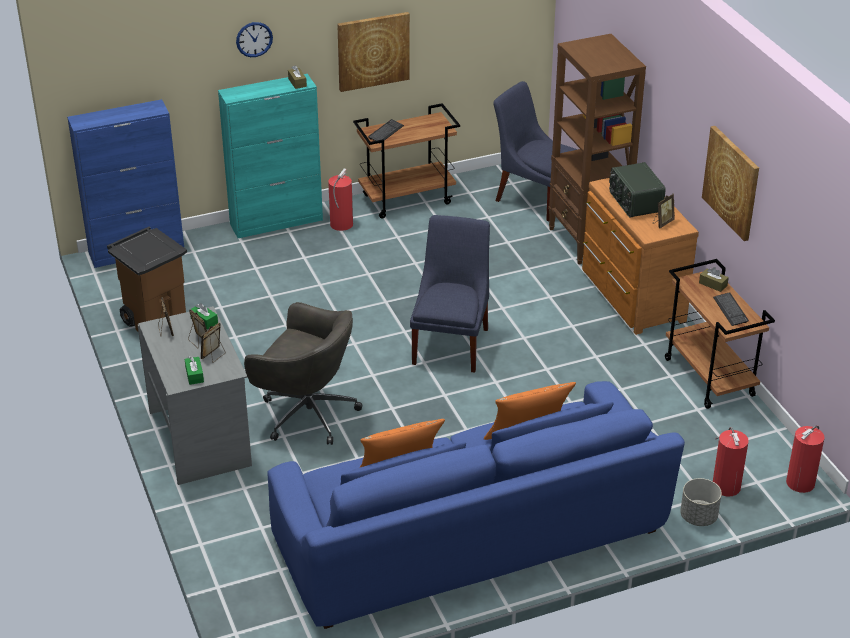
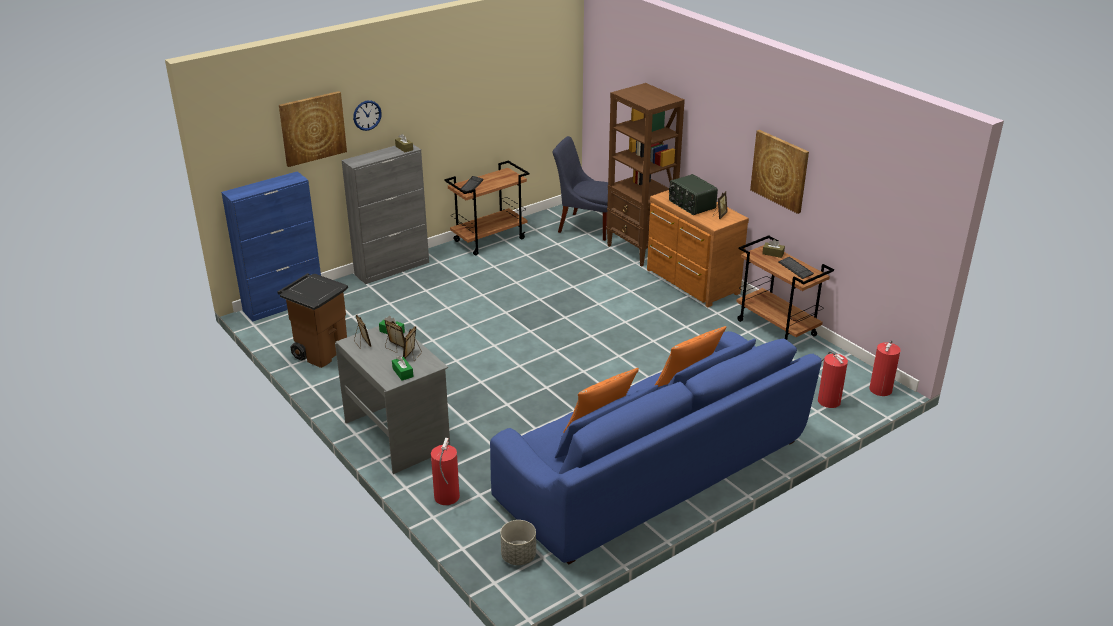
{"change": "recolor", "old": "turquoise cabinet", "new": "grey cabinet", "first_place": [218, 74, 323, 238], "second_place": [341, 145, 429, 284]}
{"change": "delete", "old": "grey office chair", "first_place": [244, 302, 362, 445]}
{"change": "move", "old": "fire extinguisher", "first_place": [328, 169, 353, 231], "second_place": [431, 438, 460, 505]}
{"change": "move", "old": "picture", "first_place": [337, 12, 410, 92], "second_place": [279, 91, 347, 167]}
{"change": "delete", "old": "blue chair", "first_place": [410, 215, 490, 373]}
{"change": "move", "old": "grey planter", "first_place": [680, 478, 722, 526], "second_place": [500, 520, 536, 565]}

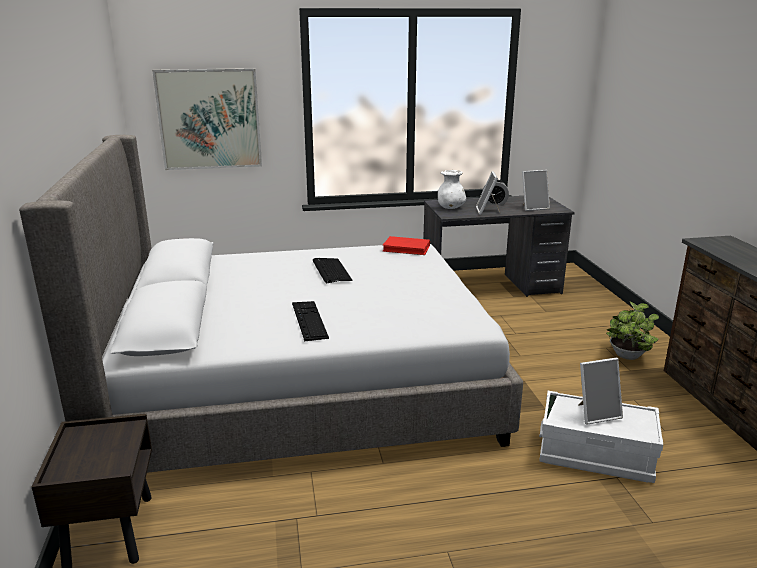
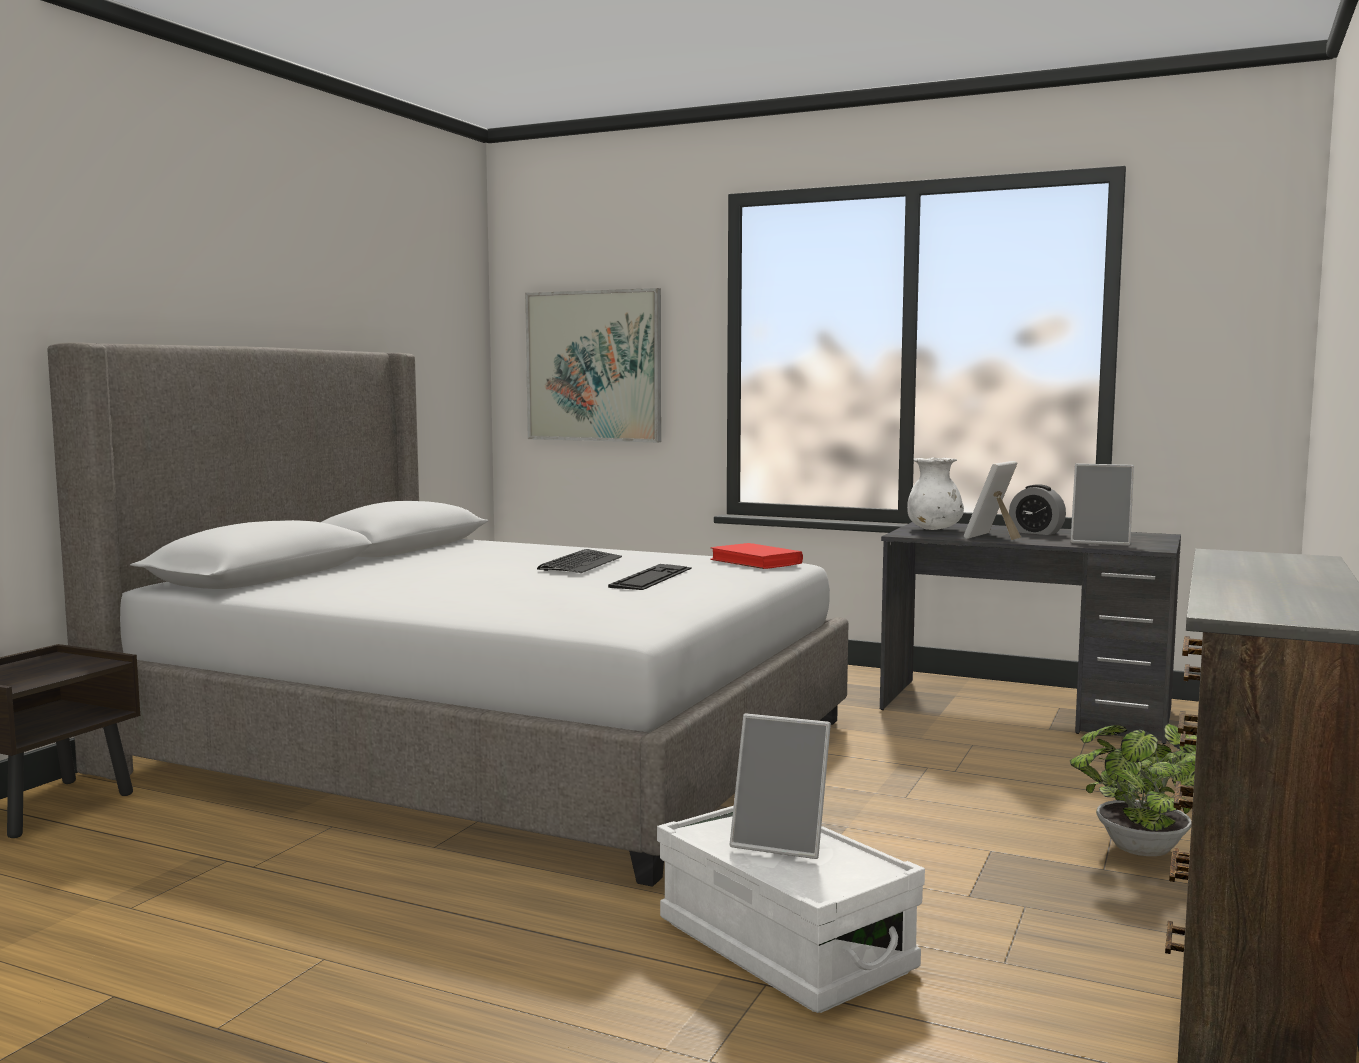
{"change": "move", "old": "keyboard", "first_place": [292, 301, 329, 341], "second_place": [608, 564, 692, 590]}

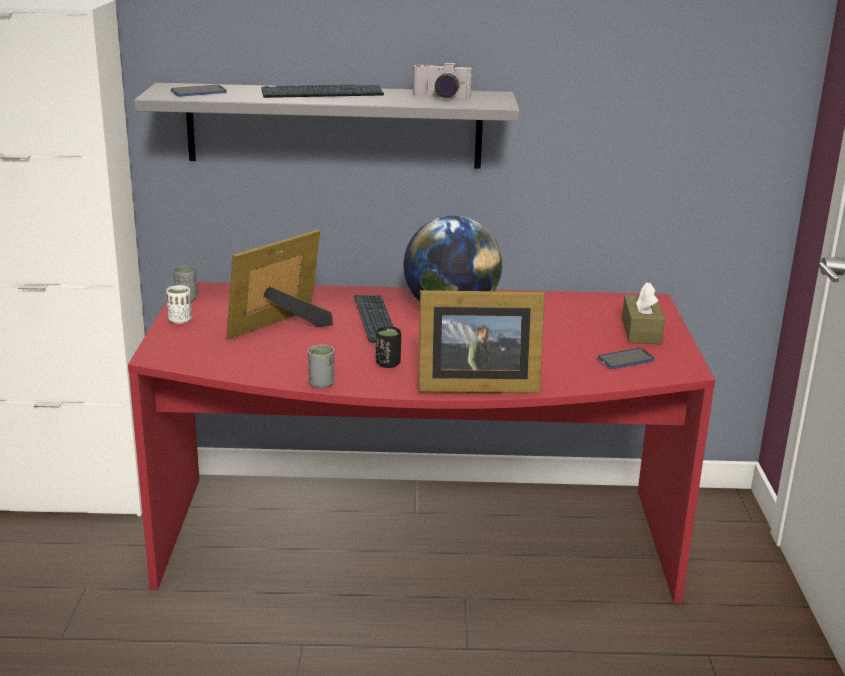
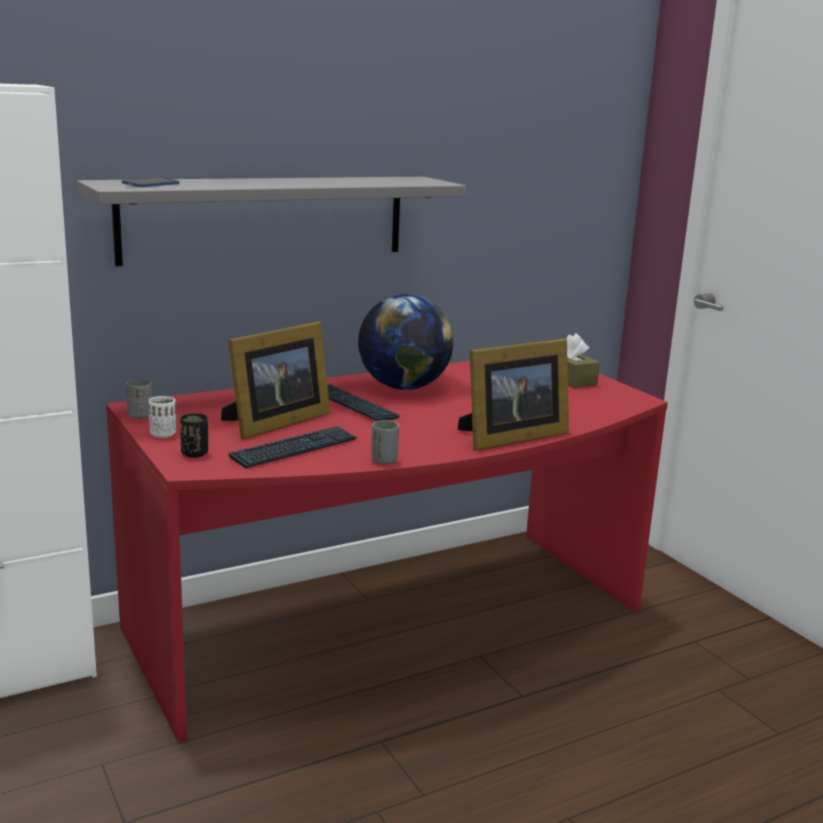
{"change": "rotate", "old": "picture frame", "first_place": [226, 230, 333, 340], "second_place": [221, 322, 330, 439], "degrees": -150}
{"change": "move", "old": "keyboard", "first_place": [261, 84, 384, 98], "second_place": [228, 426, 357, 468]}
{"change": "move", "old": "black cup", "first_place": [376, 326, 401, 368], "second_place": [180, 413, 208, 458]}
{"change": "delete", "old": "photo camera", "first_place": [413, 62, 473, 98]}
{"change": "delete", "old": "phone", "first_place": [598, 348, 654, 369]}

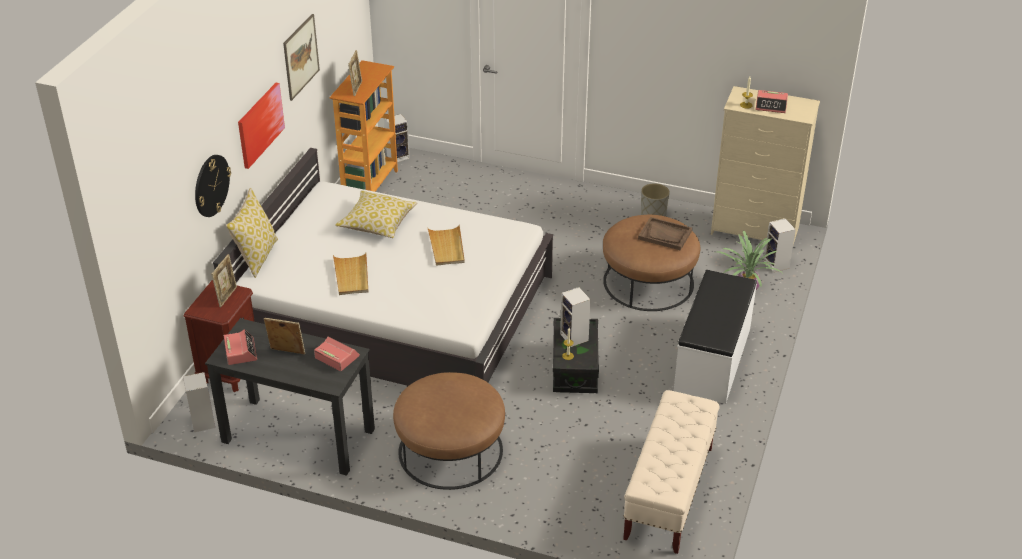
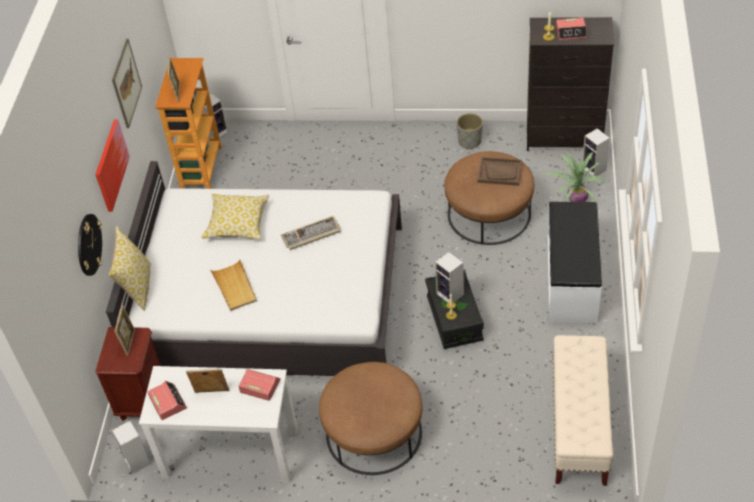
{"change": "recolor", "old": "black desk", "new": "white desk", "first_place": [205, 318, 375, 476], "second_place": [139, 366, 298, 483]}
{"change": "replace", "old": "beige tray", "new": "keyboard", "first_place": [427, 224, 465, 266], "second_place": [281, 216, 340, 250]}
{"change": "recolor", "old": "beige dresser", "new": "black dresser", "first_place": [711, 86, 820, 245], "second_place": [527, 17, 614, 151]}

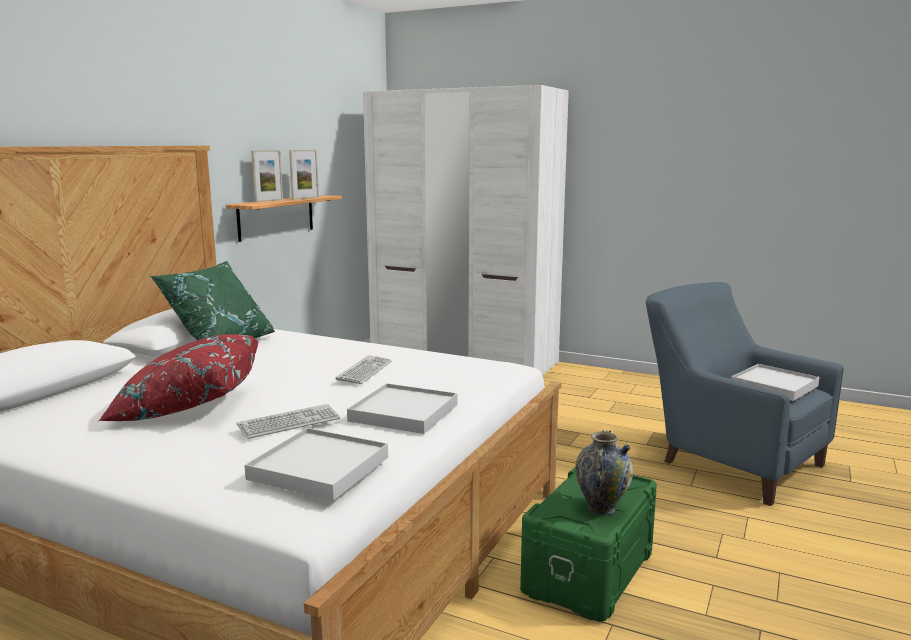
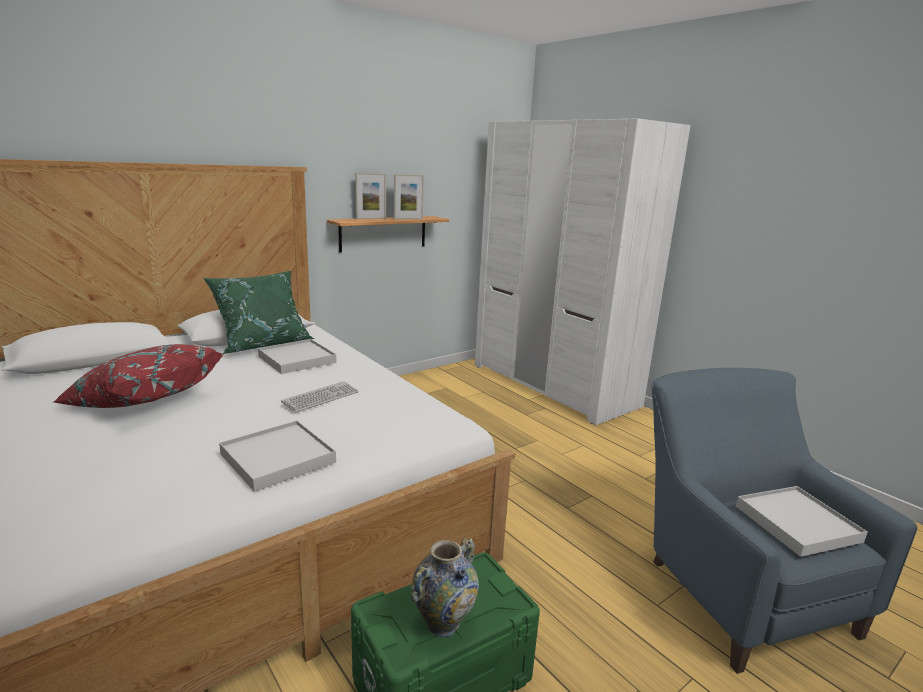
{"change": "delete", "old": "keyboard", "first_place": [237, 404, 340, 439]}
{"change": "move", "old": "white tray", "first_place": [244, 428, 388, 501], "second_place": [258, 339, 336, 374]}

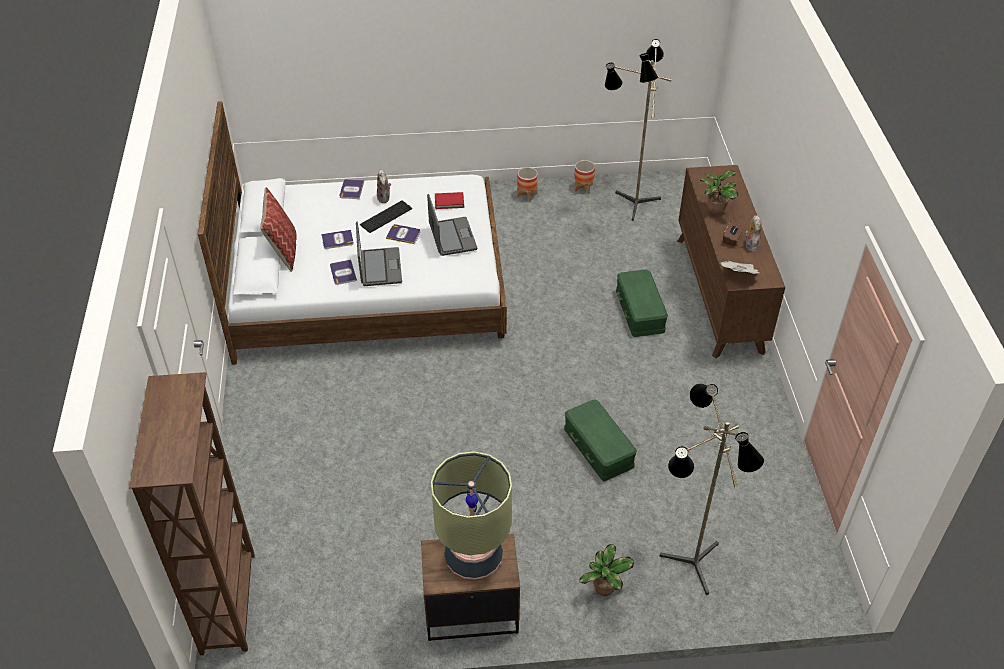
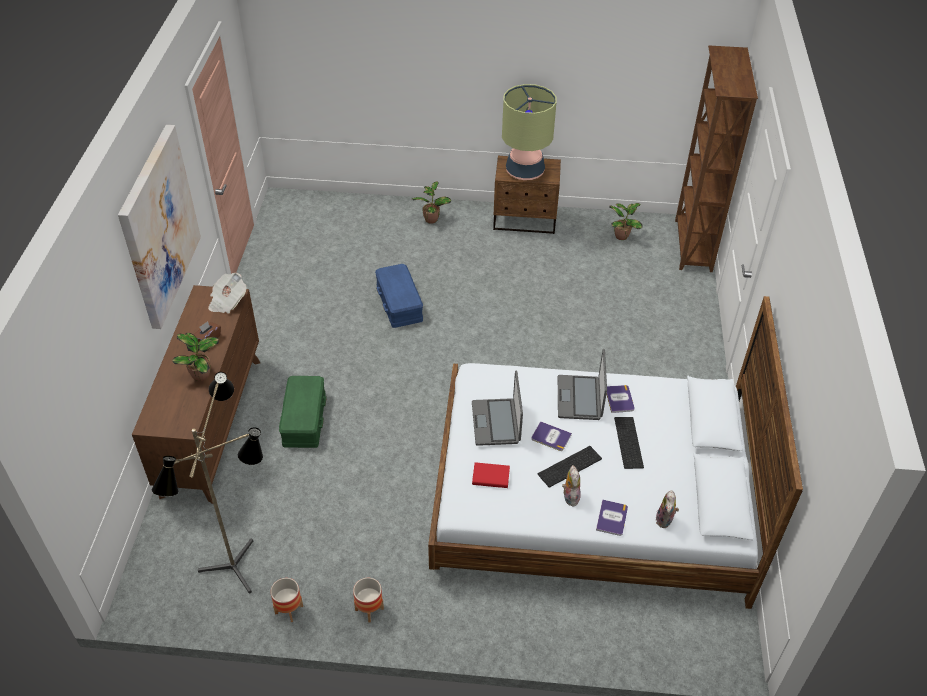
{"change": "delete", "old": "pillow", "first_place": [260, 187, 297, 272]}
{"change": "replace", "old": "book", "new": "keyboard", "first_place": [321, 230, 354, 249], "second_place": [614, 417, 644, 469]}
{"change": "recolor", "old": "green storage box", "new": "blue storage box", "first_place": [564, 400, 637, 481], "second_place": [375, 264, 423, 328]}
{"change": "delete", "old": "floor lamp", "first_place": [659, 384, 764, 595]}
{"change": "move", "old": "plush toy", "first_place": [745, 215, 762, 252], "second_place": [655, 490, 679, 528]}
{"change": "insert", "new": "picture", "second_place": [118, 125, 201, 329]}
{"change": "insert", "new": "potted plant", "second_place": [609, 203, 642, 240]}

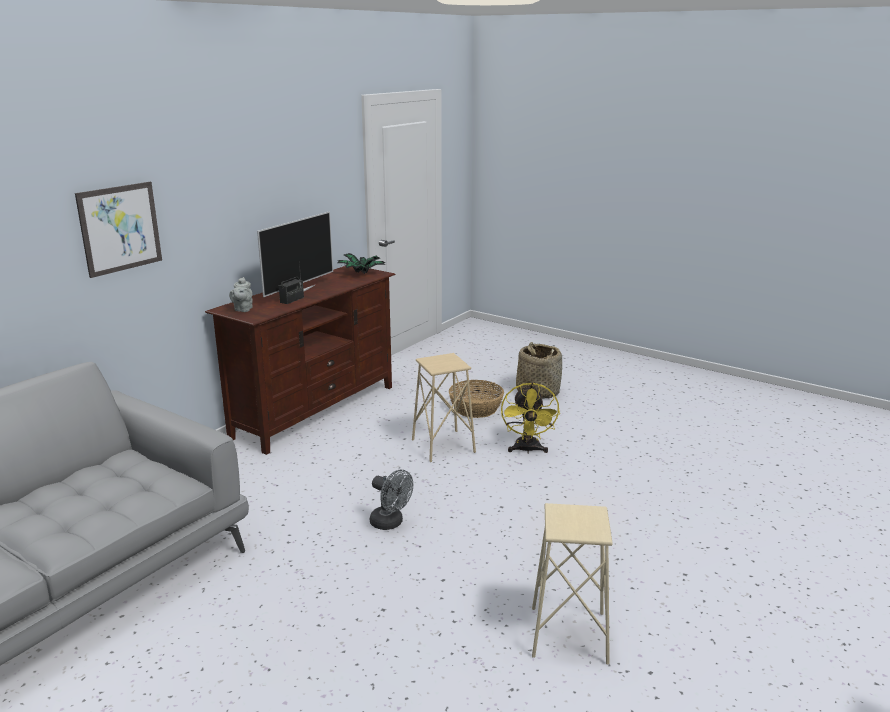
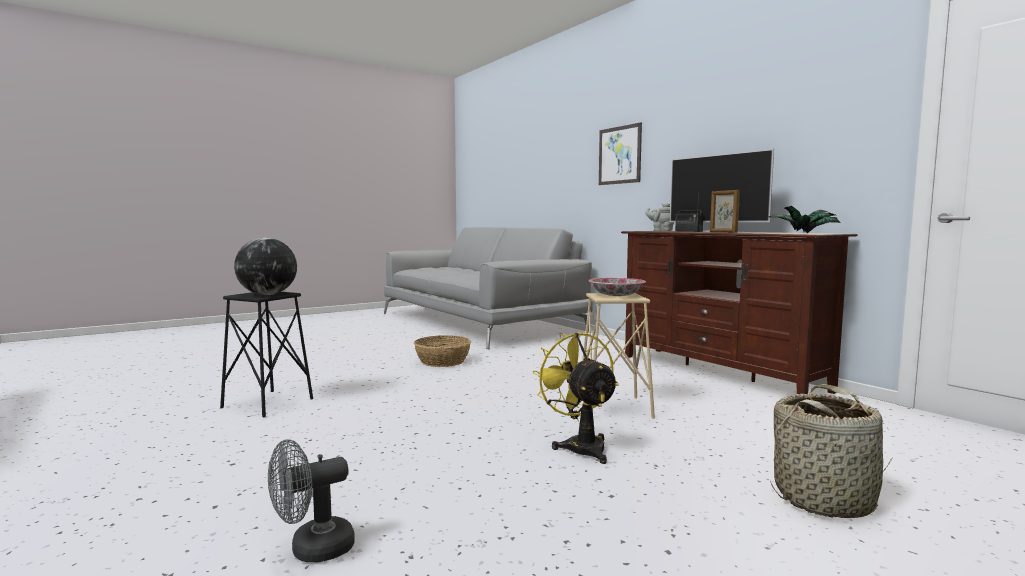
{"change": "move", "old": "grey fan", "first_place": [370, 469, 413, 530], "second_place": [268, 440, 355, 562]}
{"change": "move", "old": "basket", "first_place": [449, 380, 504, 418], "second_place": [414, 335, 471, 367]}
{"change": "rotate", "old": "yellow fan", "first_place": [501, 382, 560, 454], "second_place": [532, 332, 619, 464], "degrees": 45}
{"change": "recolor", "old": "beige stool", "new": "black stool", "first_place": [532, 503, 613, 665], "second_place": [220, 292, 313, 417]}
{"change": "insert", "new": "globe", "second_place": [234, 238, 297, 295]}
{"change": "insert", "new": "bowl", "second_place": [589, 278, 646, 296]}
{"change": "insert", "new": "picture frame", "second_place": [710, 190, 740, 233]}

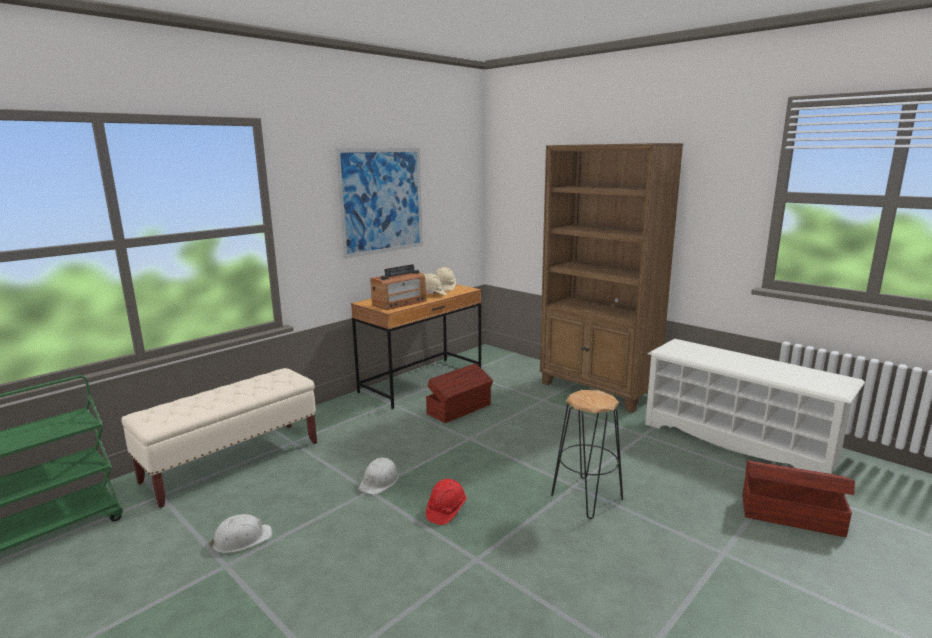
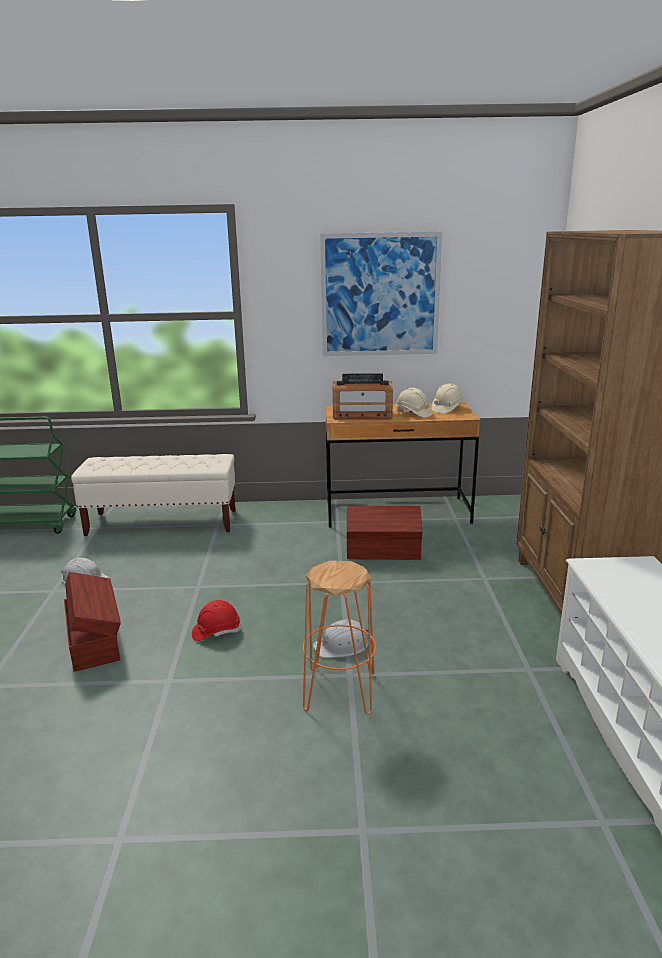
{"change": "move", "old": "white hard hat", "first_place": [359, 457, 399, 495], "second_place": [313, 619, 369, 658]}
{"change": "recolor", "old": "black stool", "new": "orange stool", "first_place": [551, 390, 623, 519], "second_place": [303, 560, 376, 715]}
{"change": "move", "old": "brown storage box", "first_place": [742, 460, 855, 537], "second_place": [64, 572, 121, 672]}

